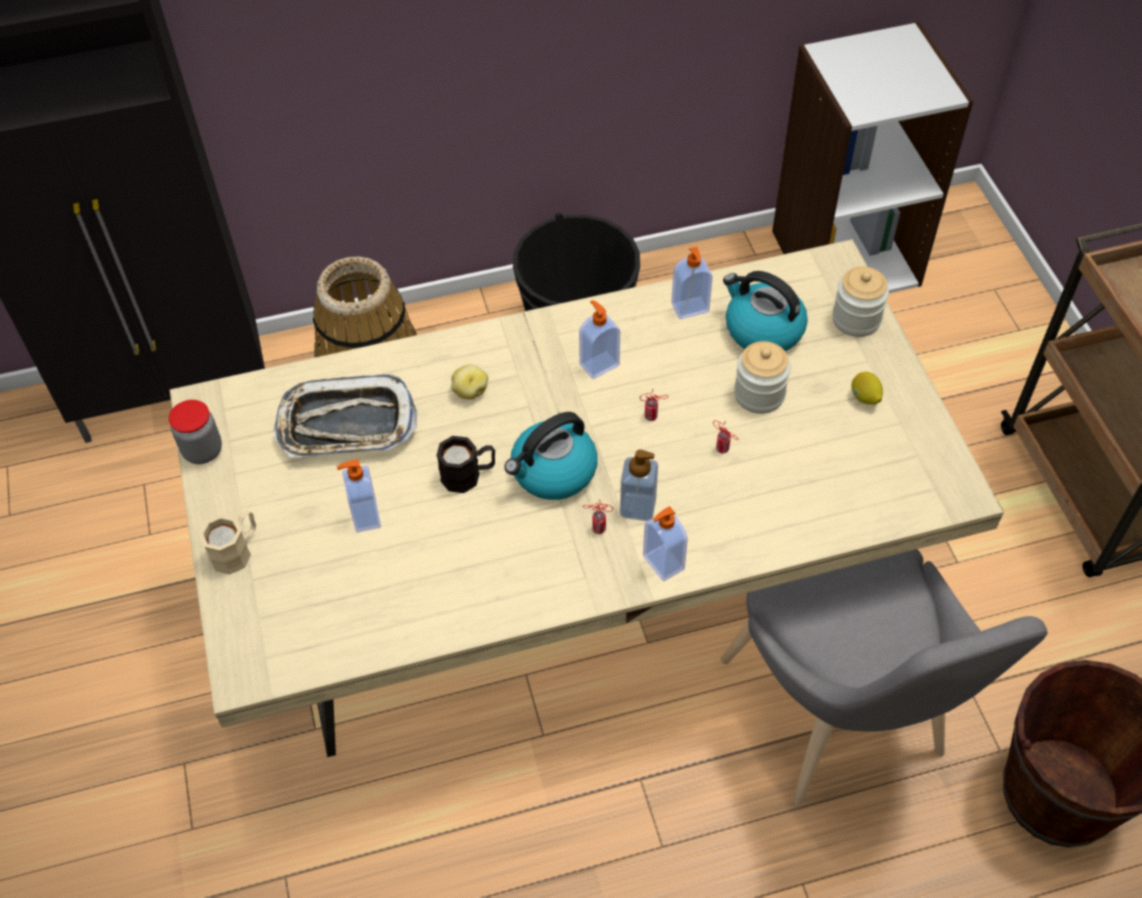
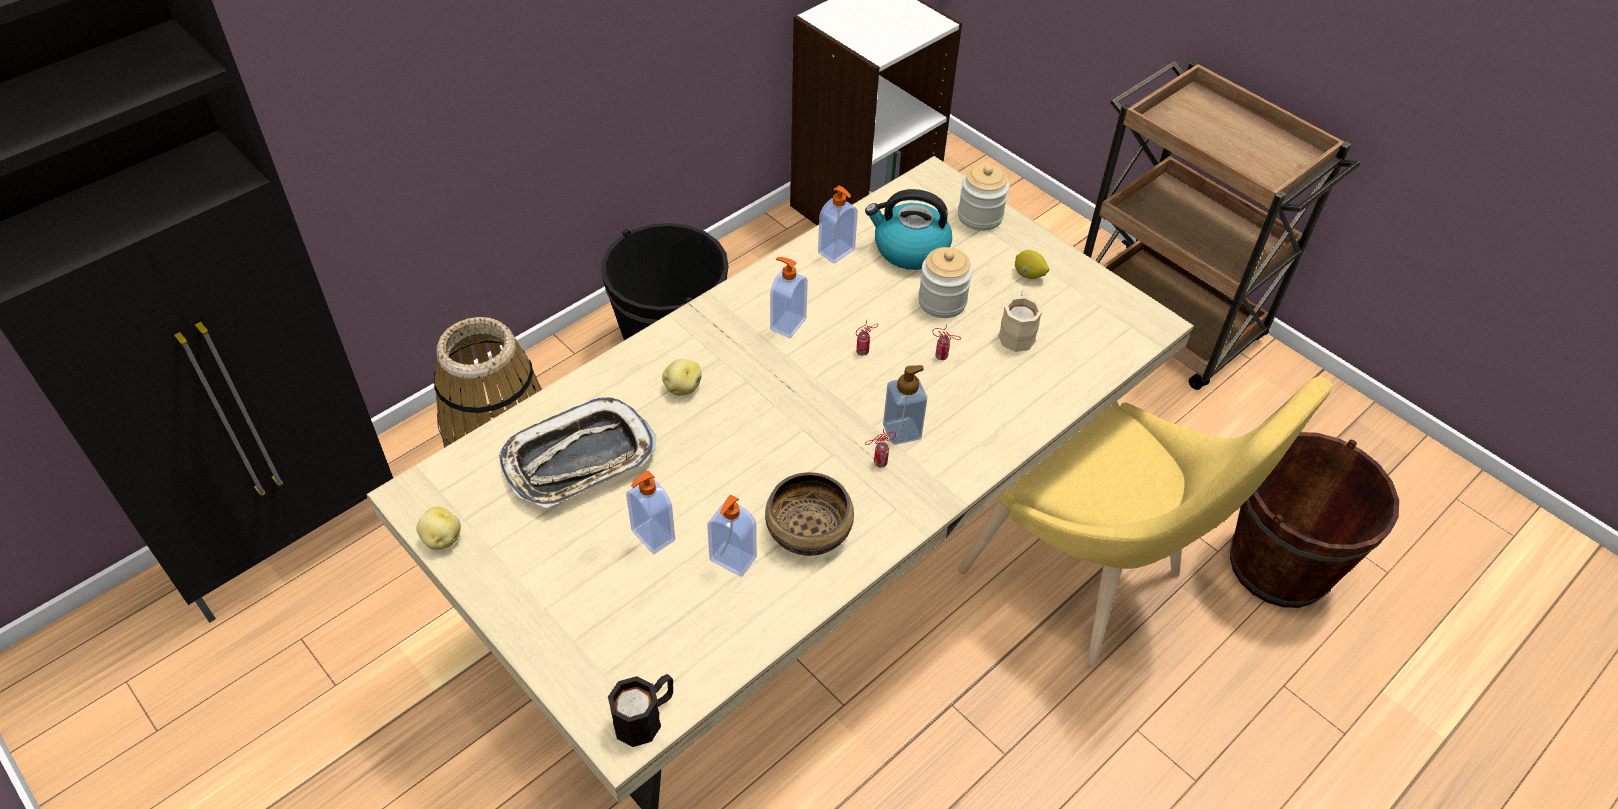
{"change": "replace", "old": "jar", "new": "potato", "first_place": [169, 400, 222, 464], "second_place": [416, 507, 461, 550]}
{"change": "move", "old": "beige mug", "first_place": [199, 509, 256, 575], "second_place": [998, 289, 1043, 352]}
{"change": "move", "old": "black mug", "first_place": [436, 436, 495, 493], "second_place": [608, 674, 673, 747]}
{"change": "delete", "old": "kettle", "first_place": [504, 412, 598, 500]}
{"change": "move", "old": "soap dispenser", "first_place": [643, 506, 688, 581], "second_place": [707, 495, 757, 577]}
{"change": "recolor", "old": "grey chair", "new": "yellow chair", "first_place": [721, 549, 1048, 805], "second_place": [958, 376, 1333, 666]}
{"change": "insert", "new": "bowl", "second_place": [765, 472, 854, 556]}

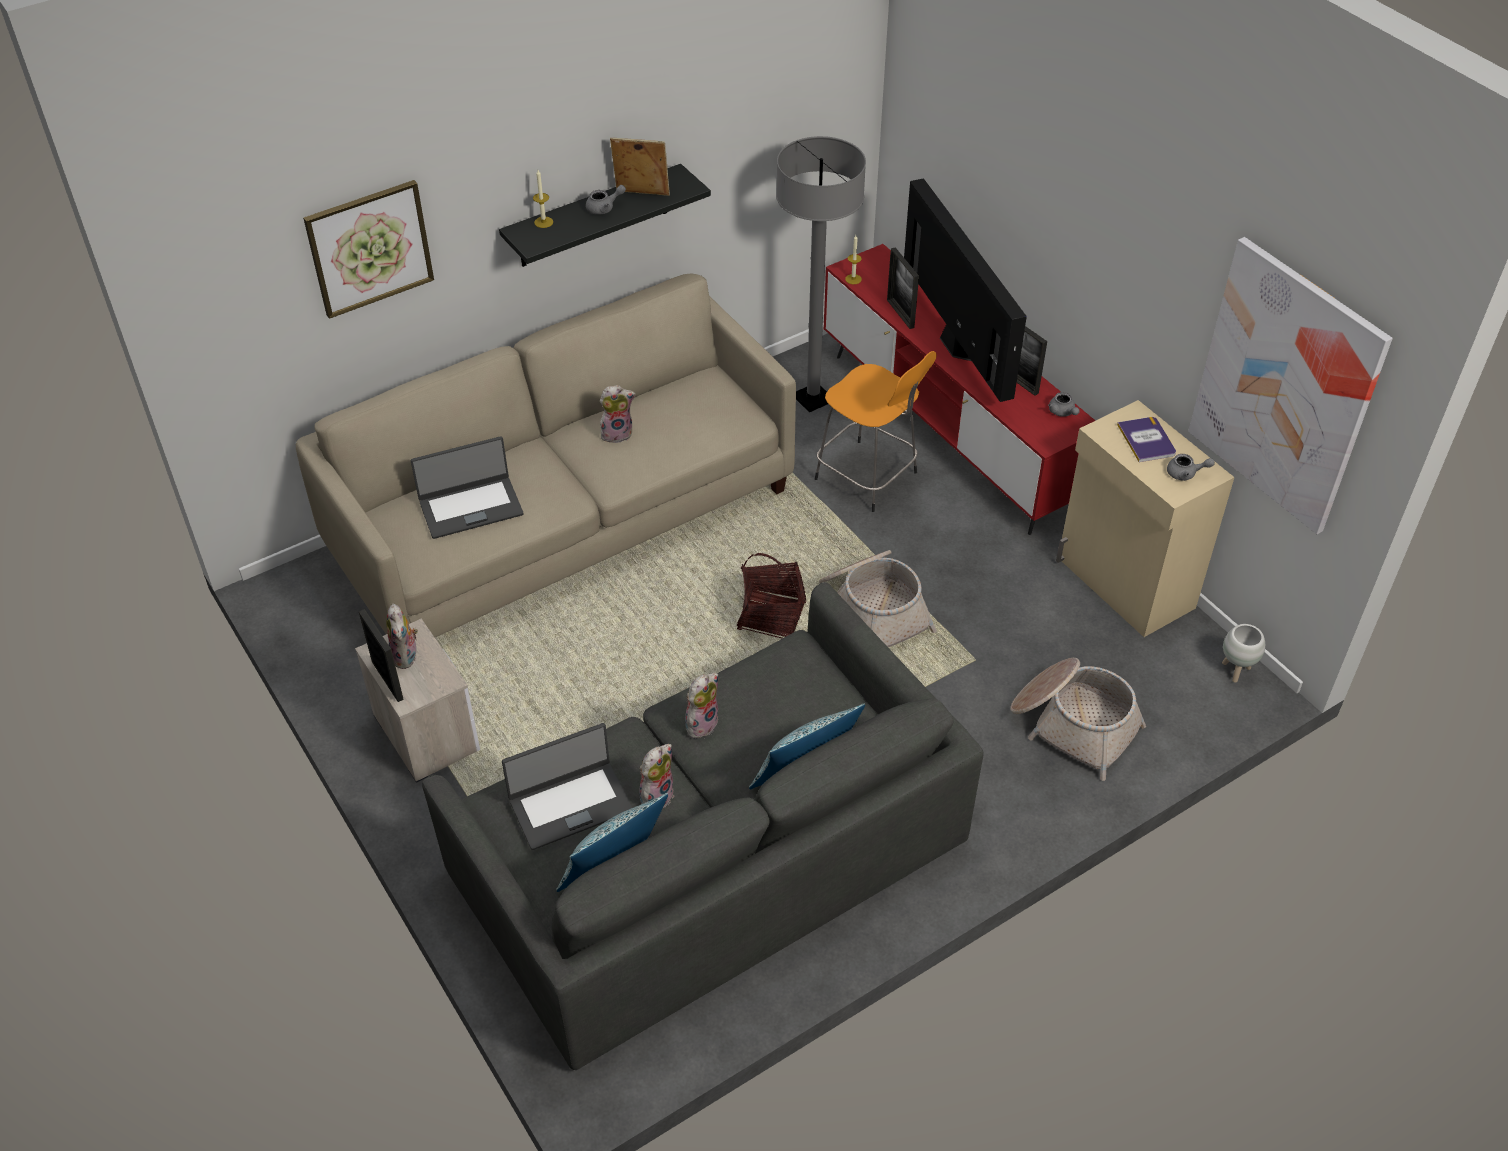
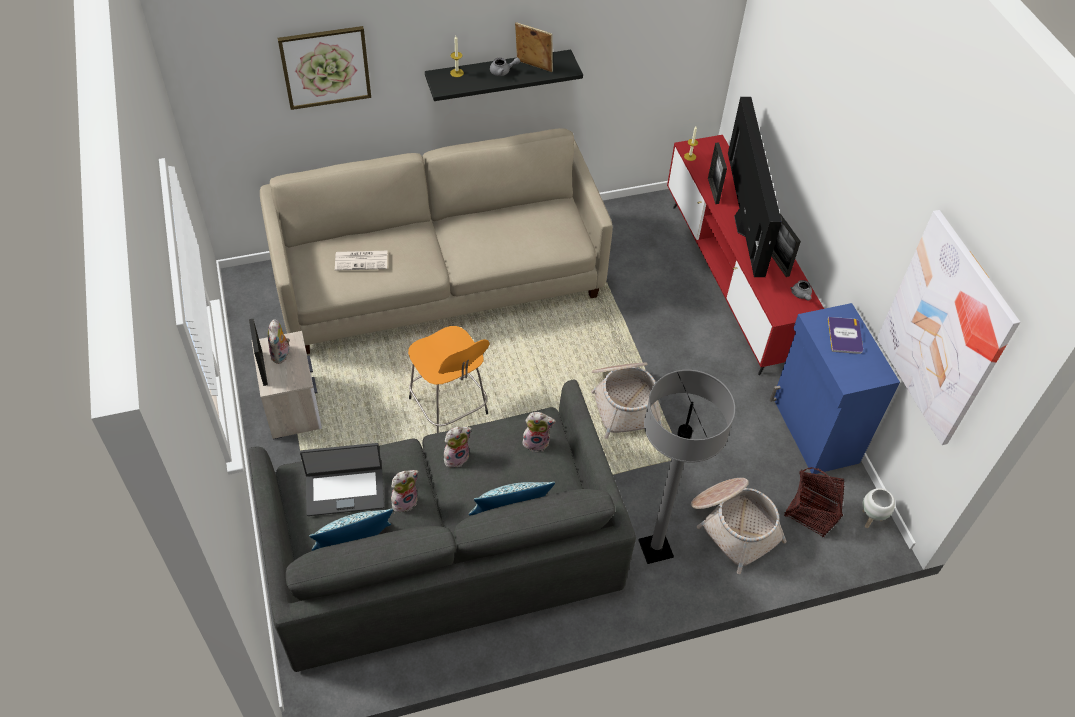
{"change": "replace", "old": "laptop", "new": "newspaper", "first_place": [410, 436, 524, 539], "second_place": [335, 251, 387, 271]}
{"change": "move", "old": "plush toy", "first_place": [600, 385, 636, 443], "second_place": [523, 412, 556, 452]}
{"change": "move", "old": "basket", "first_place": [737, 553, 806, 639], "second_place": [784, 467, 844, 538]}
{"change": "move", "old": "grey floor lamp", "first_place": [776, 136, 866, 412], "second_place": [638, 370, 735, 564]}
{"change": "move", "old": "orange stool", "first_place": [815, 351, 937, 512], "second_place": [408, 326, 489, 433]}
{"change": "recolor", "old": "beige cabinet", "new": "blue cabinet", "first_place": [1056, 400, 1235, 637], "second_place": [770, 303, 900, 474]}
{"change": "delete", "old": "grey teapot", "first_place": [1167, 454, 1215, 481]}

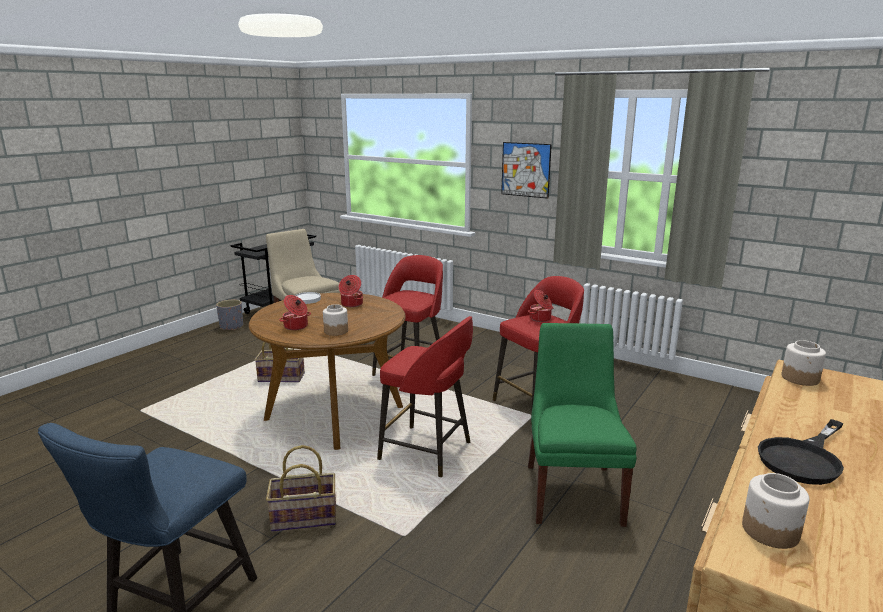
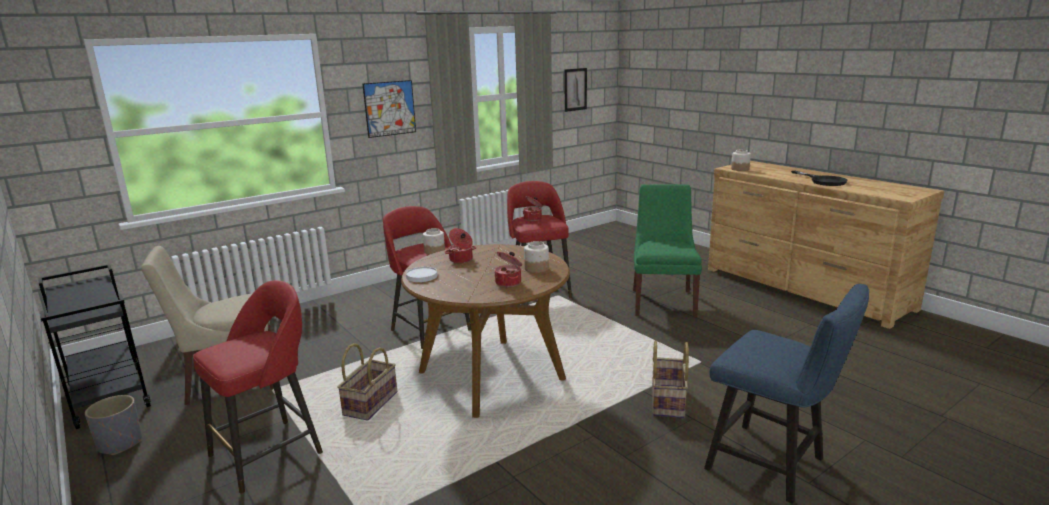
{"change": "move", "old": "red stool", "first_place": [377, 316, 473, 477], "second_place": [193, 280, 323, 494]}
{"change": "rotate", "old": "green chair", "first_place": [528, 323, 637, 527], "second_place": [633, 185, 702, 318], "degrees": 75}
{"change": "move", "old": "jar", "first_place": [742, 473, 809, 549], "second_place": [423, 228, 445, 255]}
{"change": "insert", "new": "picture", "second_place": [564, 68, 587, 112]}

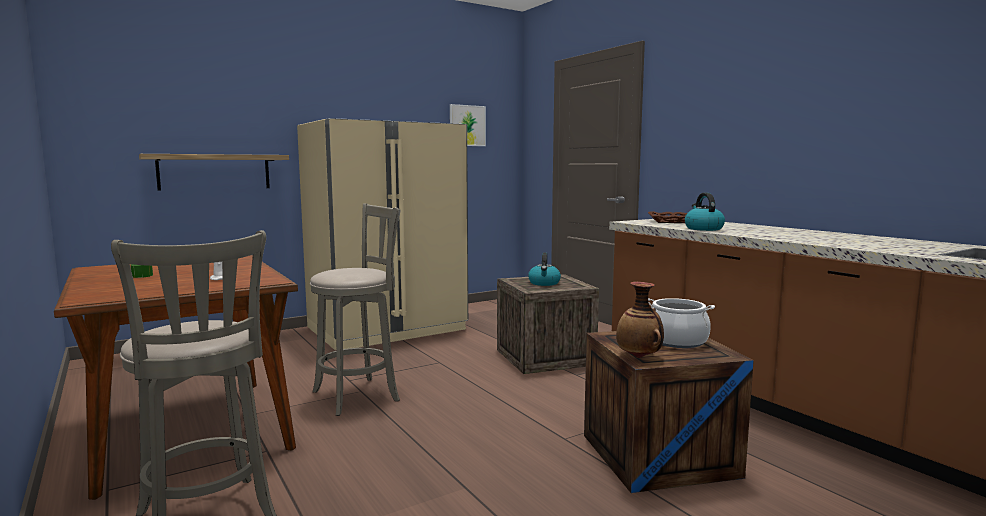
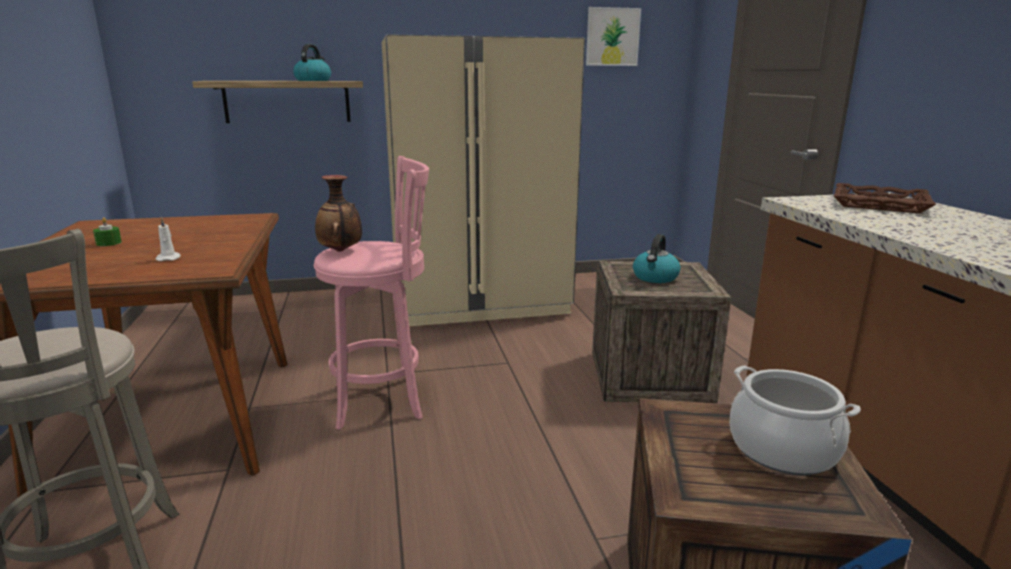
{"change": "recolor", "old": "grey stool", "new": "pink stool", "first_place": [310, 203, 401, 416], "second_place": [314, 156, 429, 430]}
{"change": "move", "old": "vase", "first_place": [616, 282, 664, 358], "second_place": [315, 175, 362, 252]}
{"change": "move", "old": "kettle", "first_place": [685, 193, 725, 231], "second_place": [293, 44, 331, 81]}

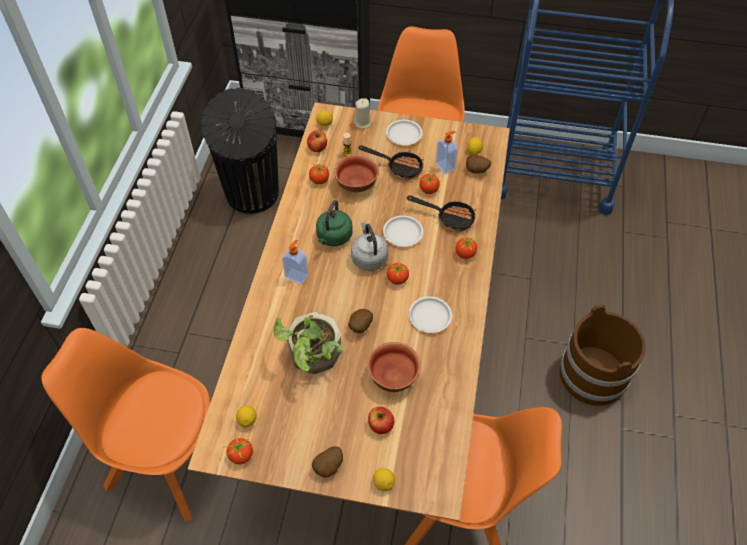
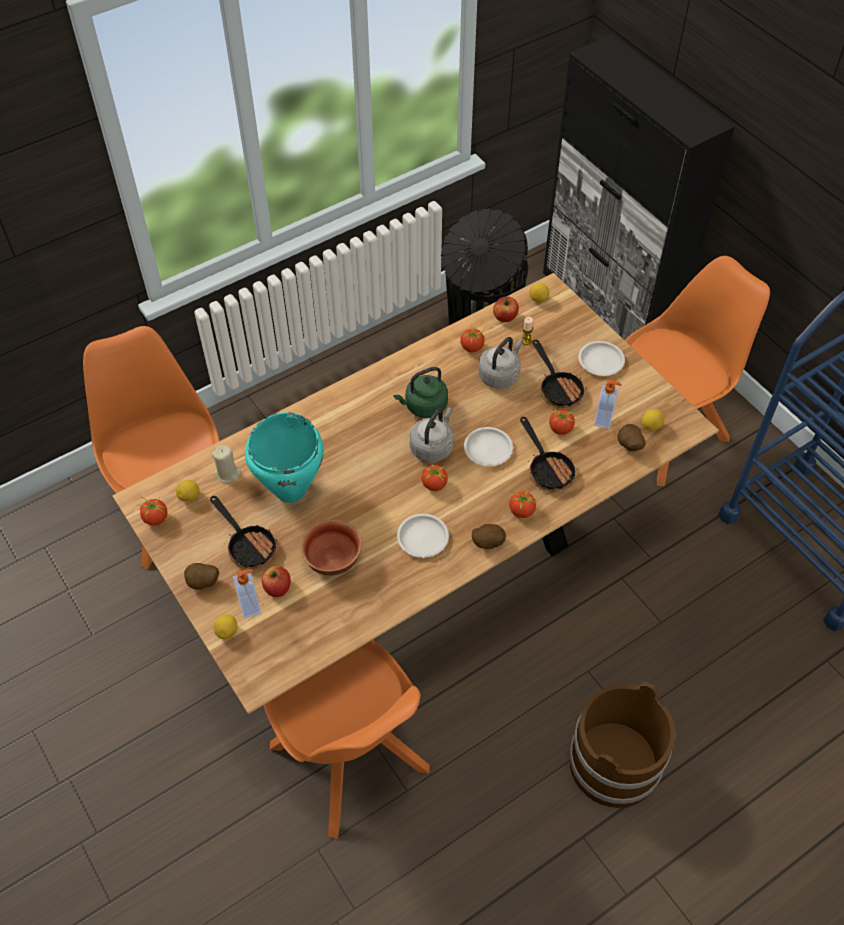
{"change": "replace", "old": "potted plant", "new": "turquoise cooking pot", "first_place": [274, 312, 344, 374], "second_place": [245, 412, 324, 503]}
{"change": "move", "old": "soap dispenser", "first_place": [282, 240, 309, 285], "second_place": [233, 569, 261, 619]}
{"change": "replace", "old": "bowl", "new": "grey kettle", "first_place": [334, 155, 379, 193], "second_place": [478, 337, 523, 388]}
{"change": "move", "old": "potato", "first_place": [348, 309, 373, 333], "second_place": [472, 524, 506, 549]}
{"change": "move", "old": "beige candle", "first_place": [354, 98, 372, 129], "second_place": [212, 446, 242, 483]}
{"change": "insert", "new": "frying pan", "second_place": [210, 496, 278, 569]}

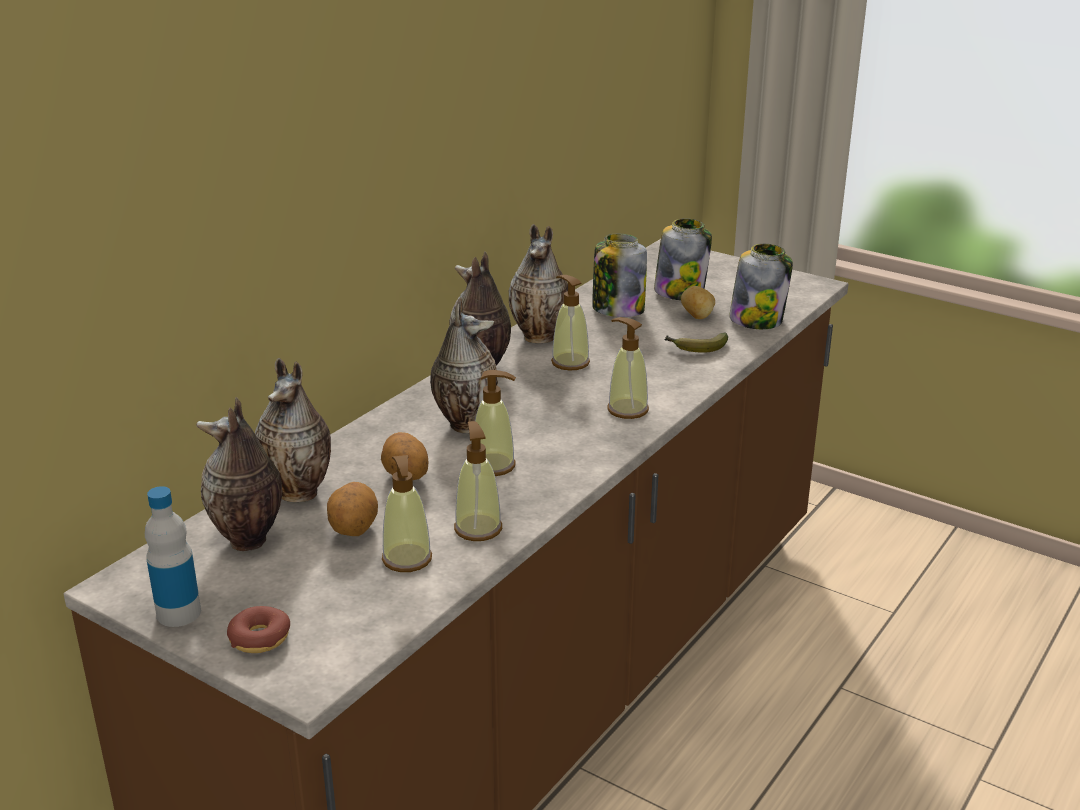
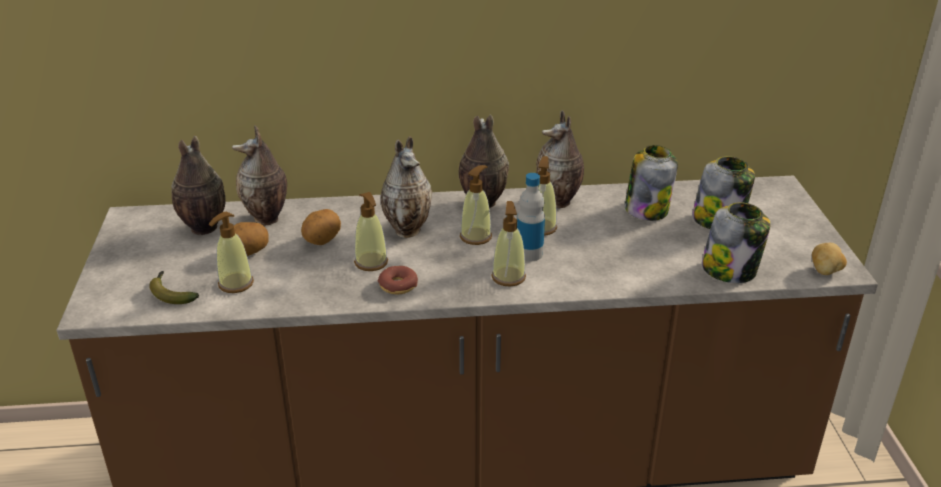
{"change": "move", "old": "bottle", "first_place": [145, 486, 201, 627], "second_place": [517, 173, 545, 261]}
{"change": "move", "old": "donut", "first_place": [227, 606, 290, 653], "second_place": [378, 266, 418, 295]}
{"change": "move", "old": "soap dispenser", "first_place": [454, 421, 502, 541], "second_place": [460, 165, 492, 245]}
{"change": "move", "old": "banana", "first_place": [664, 332, 728, 353], "second_place": [149, 271, 199, 304]}
{"change": "move", "old": "potato", "first_place": [681, 286, 715, 319], "second_place": [812, 242, 847, 275]}

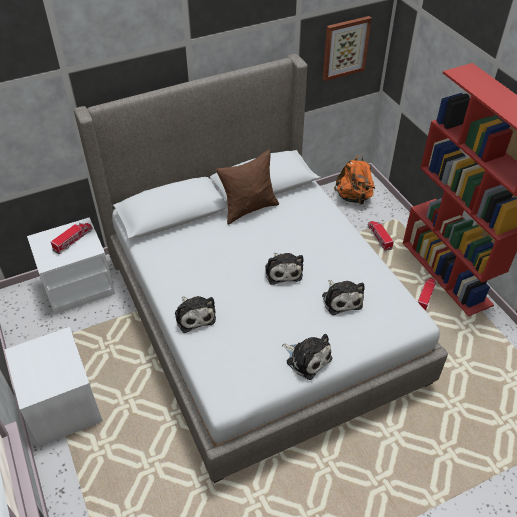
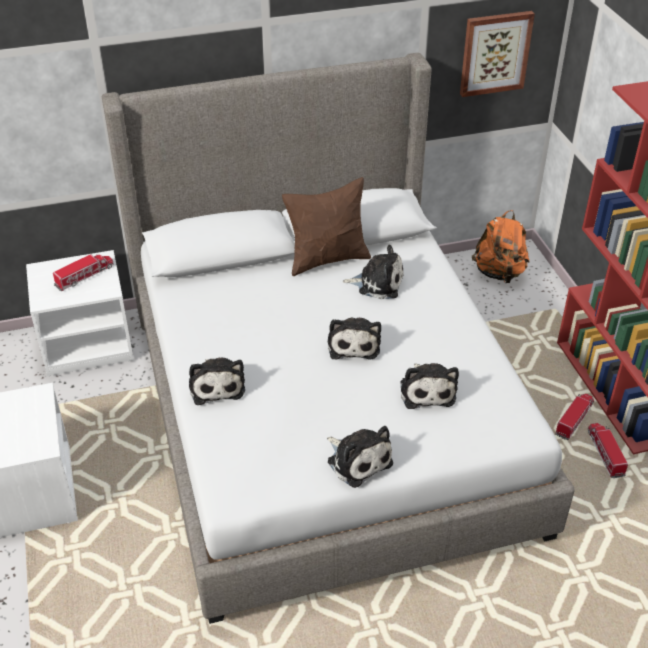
{"change": "move", "old": "toy truck", "first_place": [368, 221, 394, 251], "second_place": [588, 423, 628, 478]}
{"change": "insert", "new": "plush toy", "second_place": [343, 245, 404, 299]}

